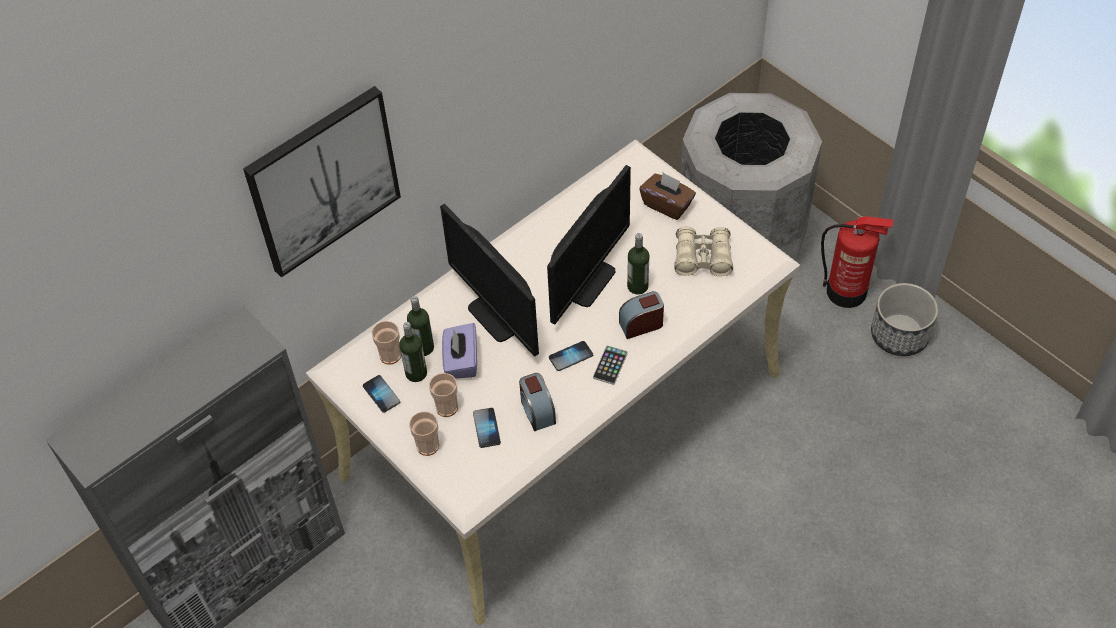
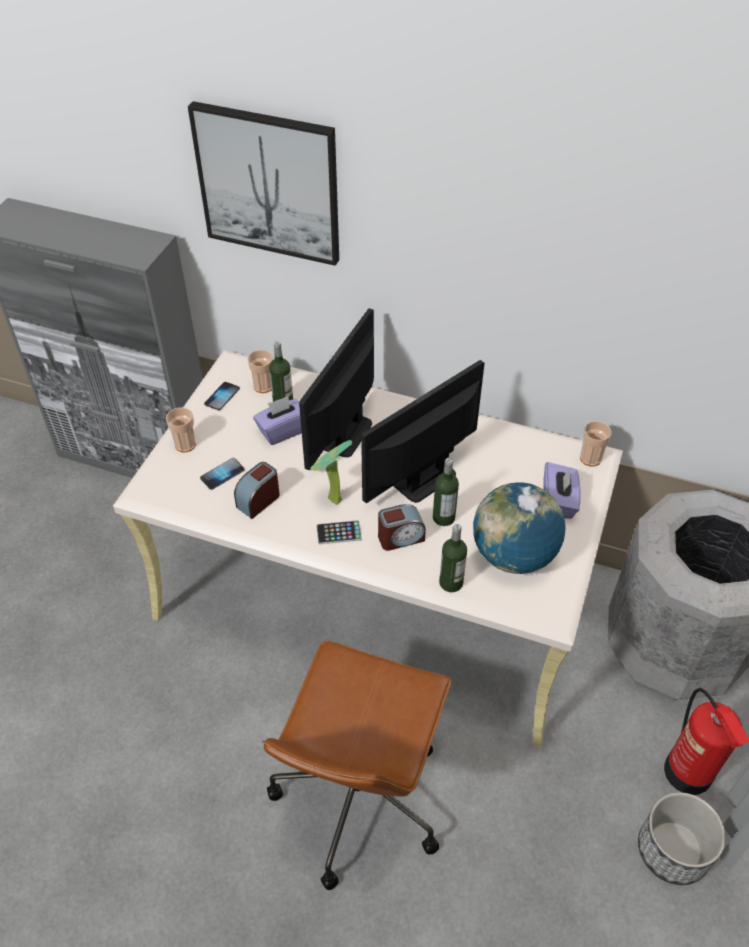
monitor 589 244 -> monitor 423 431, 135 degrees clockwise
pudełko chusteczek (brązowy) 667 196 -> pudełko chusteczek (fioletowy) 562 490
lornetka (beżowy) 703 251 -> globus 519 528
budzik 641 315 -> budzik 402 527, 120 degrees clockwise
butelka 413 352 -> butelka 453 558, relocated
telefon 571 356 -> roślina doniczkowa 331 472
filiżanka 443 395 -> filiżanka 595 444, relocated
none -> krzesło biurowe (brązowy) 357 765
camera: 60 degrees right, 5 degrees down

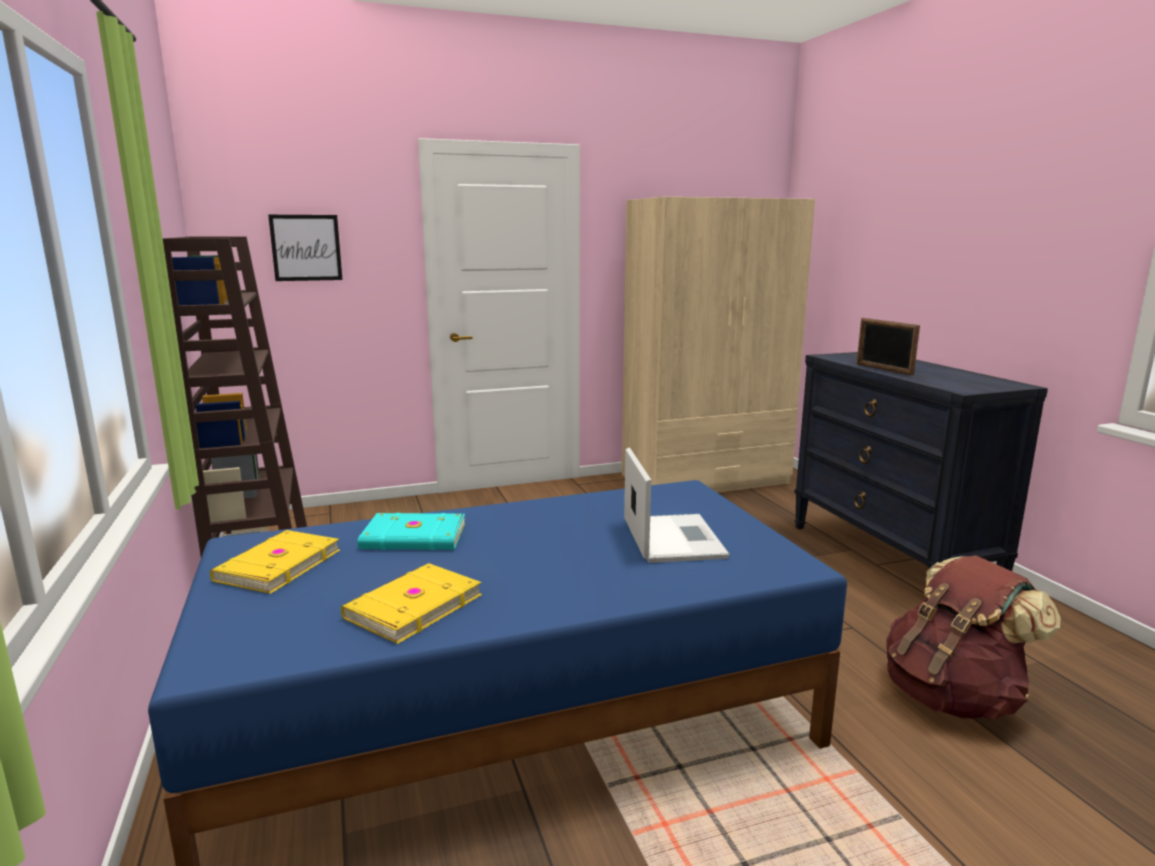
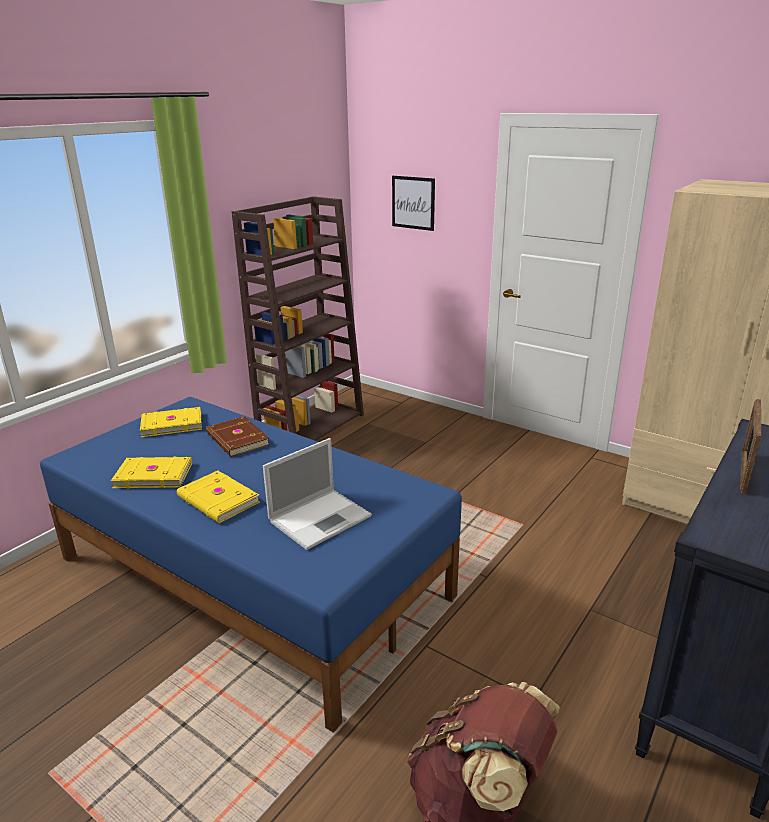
książka (turkusowy) 411 531 -> książka (brązowy) 238 436
none -> książka (żółty) 218 497
camera: 55 degrees right, 10 degrees up

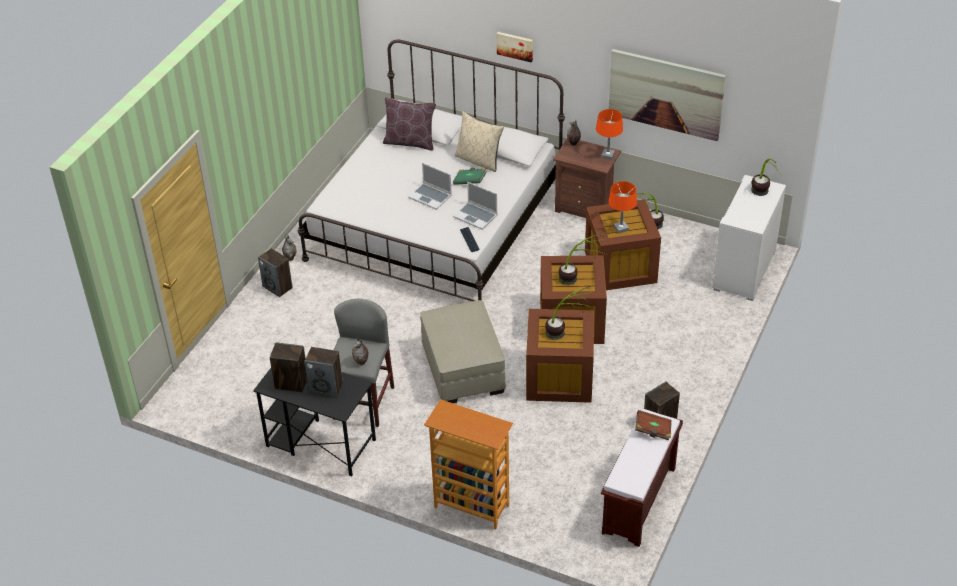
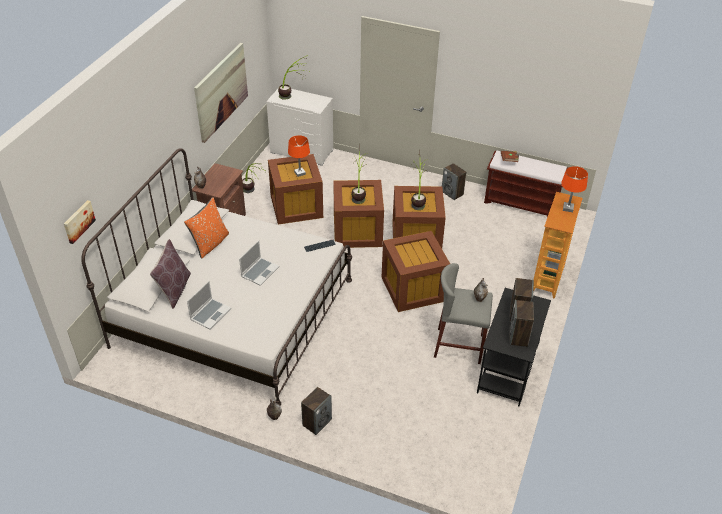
obraz 514 47 -> obraz 80 222, relocated
lampa stołowa (pomarańczowy) 609 134 -> lampa stołowa (pomarańczowy) 574 189, relocated
poduszka (beżowy) 479 141 -> poduszka (pomarańczowy) 206 227
książka (zielony) 470 176 -> none
laptop 475 206 -> laptop 209 305, relocated
pufa (beżowy) 463 351 -> pojemnik do przechowywania (brązowy) 416 271
camera: 95 degrees left, 0 degrees up

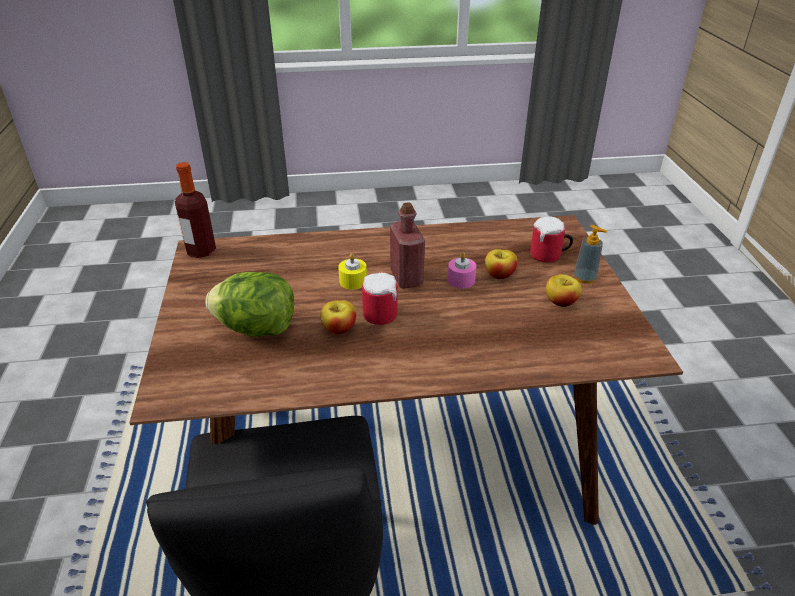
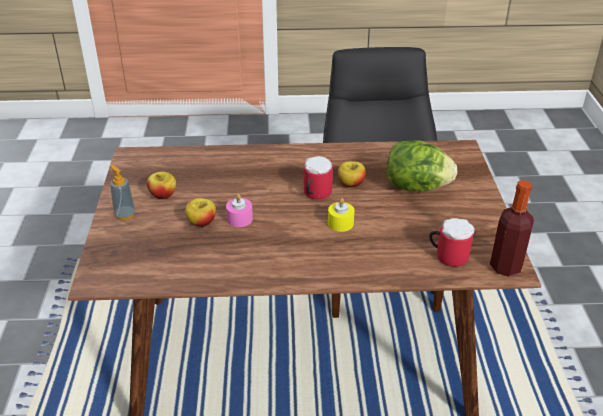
butelka (czerwony) 407 245 -> none
kubek 551 240 -> kubek 452 242, relocated
camera: 175 degrees left, 0 degrees up

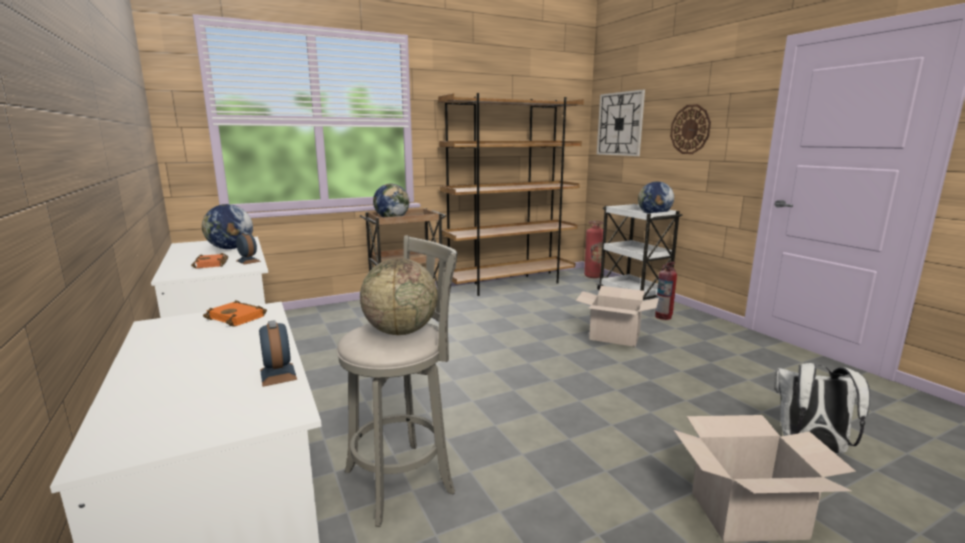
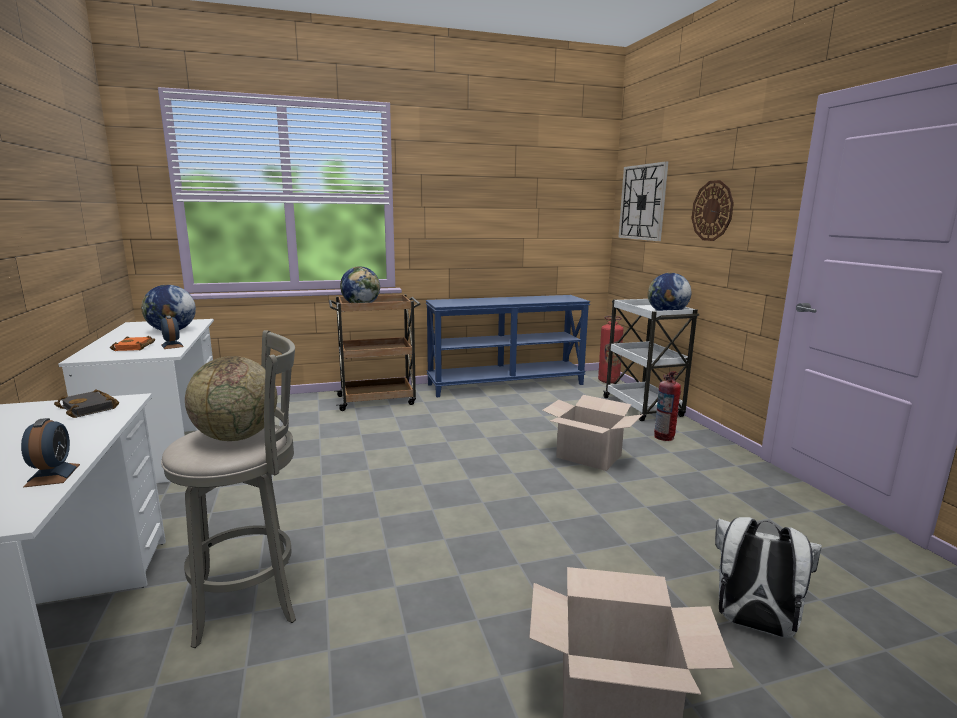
regał (brązowy) 511 194 -> stolik konsolowy (niebieski) 508 346
książka (pomarańczowy) 235 313 -> książka (czarny) 86 403
camera: 10 degrees right, 0 degrees up

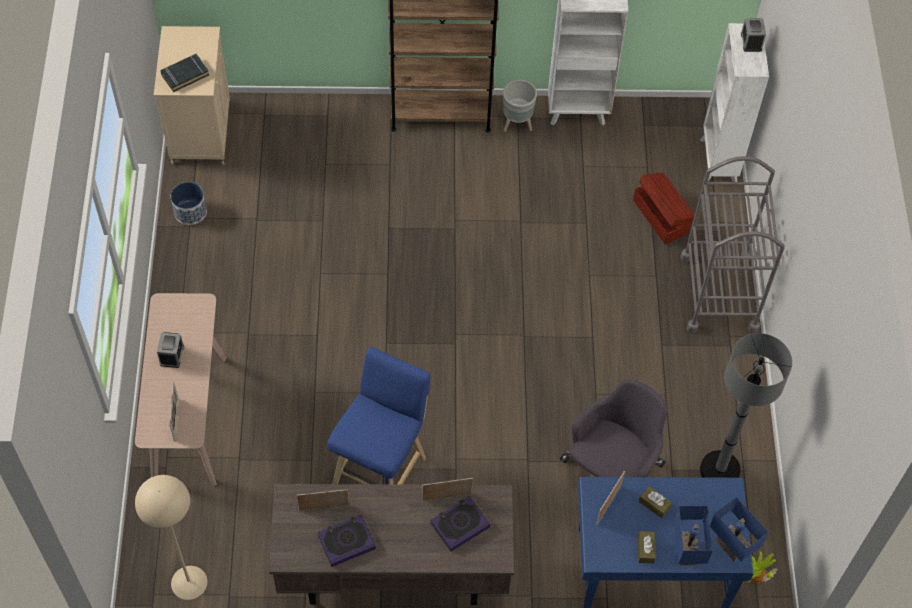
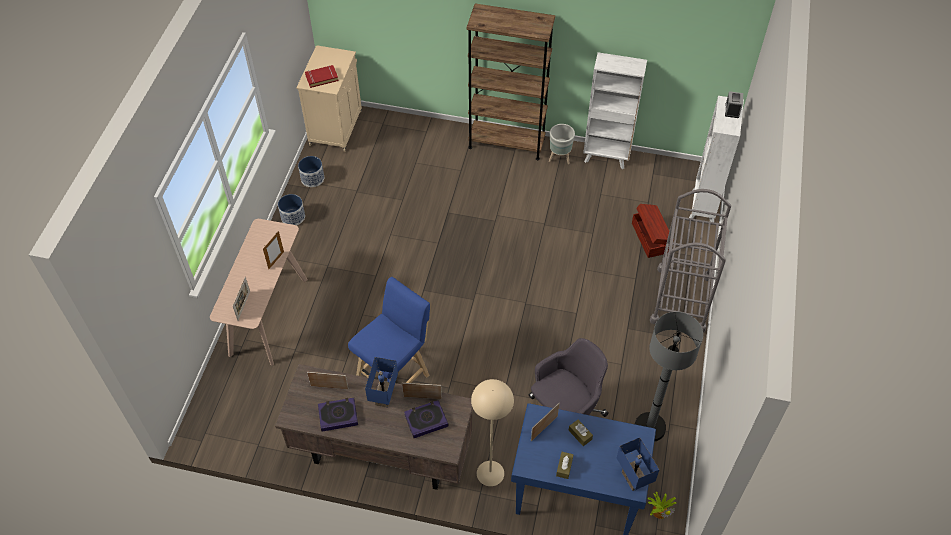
książka (czarny) 184 73 -> książka (czerwony) 322 76
budzik 170 350 -> none
lampa stojąca (beżowy) 171 537 -> lampa stojąca (beżowy) 492 432, relocated
lampa stołowa (niebieski) 693 535 -> lampa stołowa (niebieski) 381 382, relocated
none -> donica 291 210
none -> ramka na zdjęcie 273 250
camera: 15 degrees right, 5 degrees down

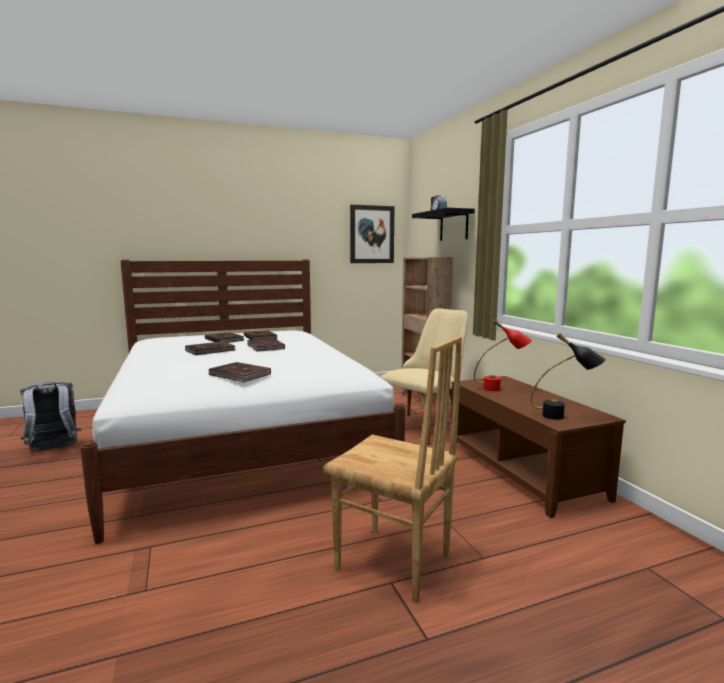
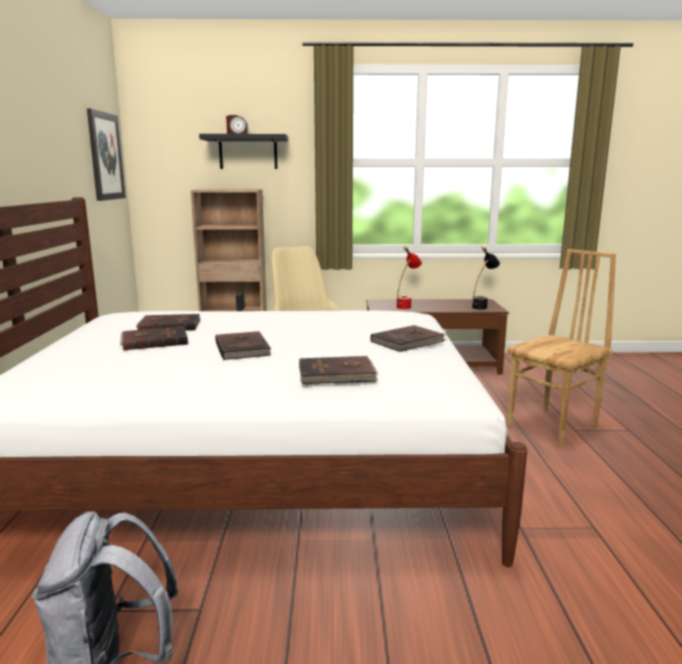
książka (brązowy) 266 345 -> książka (brązowy) 338 370, relocated
camera: 70 degrees left, 5 degrees up

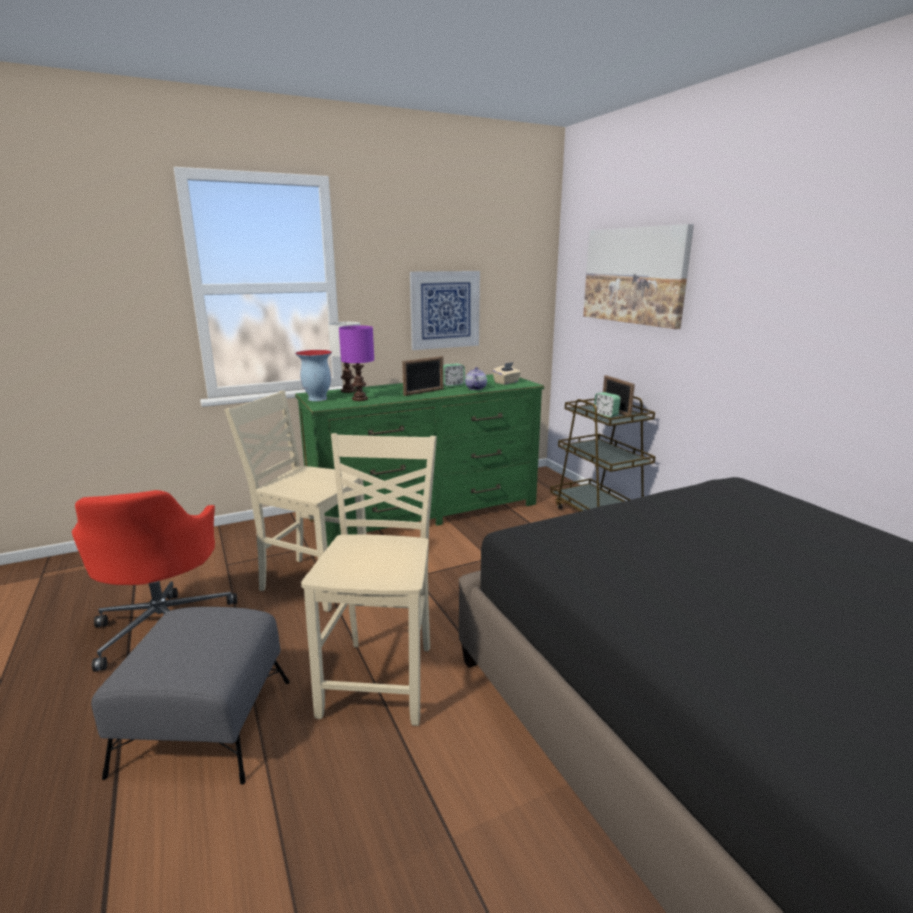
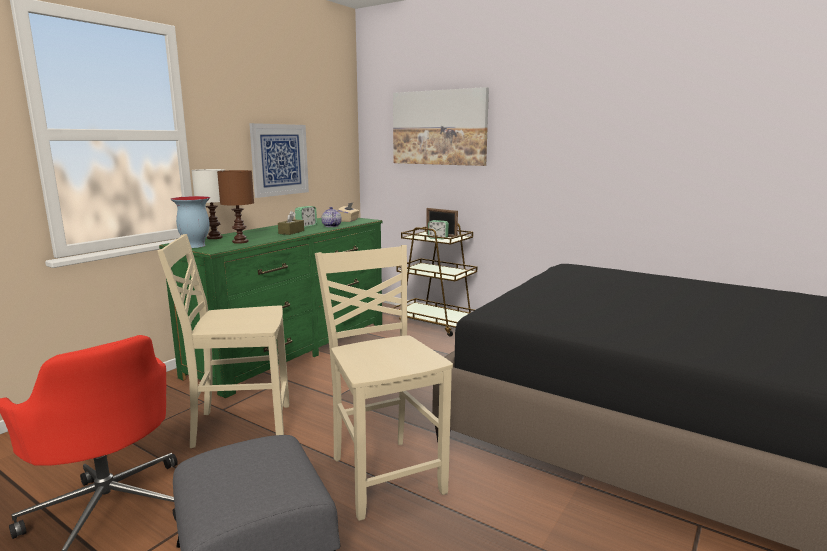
lampa stołowa (fioletowy) 356 363 -> lampa stołowa (brązowy) 235 207
ramka na zdjęcie 422 376 -> pudełko chusteczek (brązowy) 291 223
camera: 30 degrees left, 5 degrees down

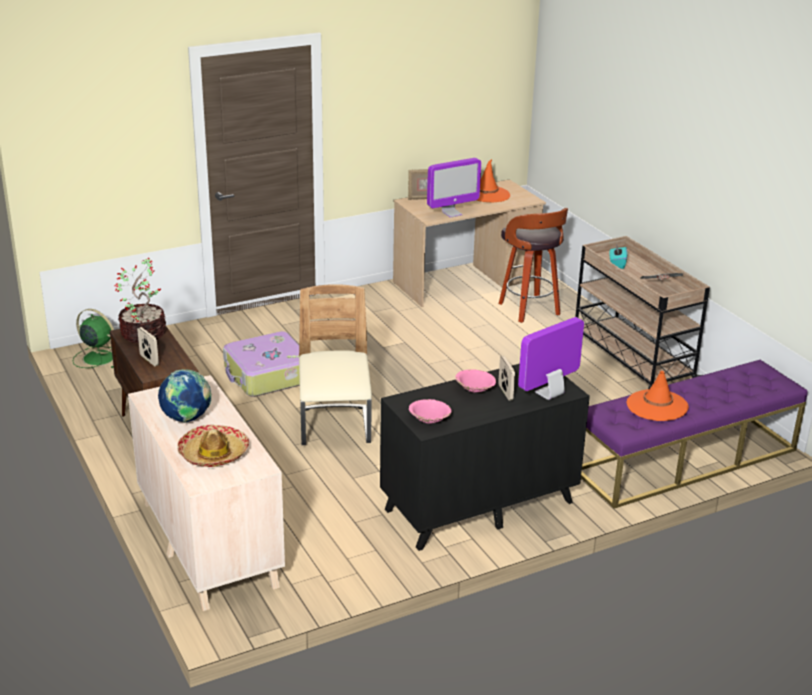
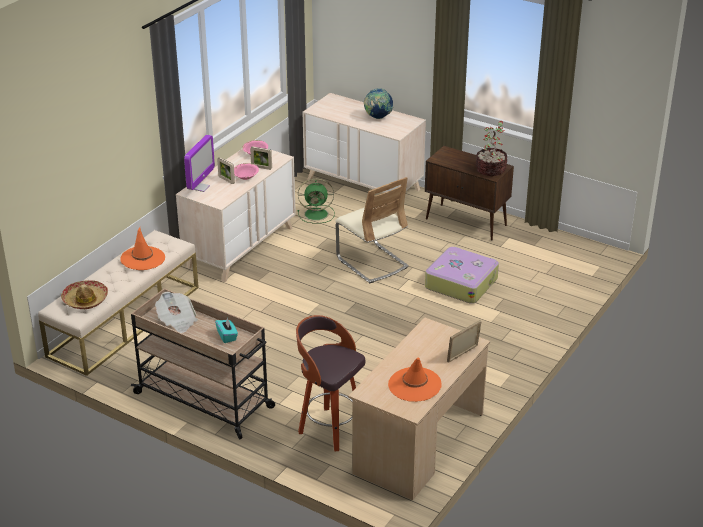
monitor 454 188 -> none
wentylator (zielony) 93 338 -> wentylator (zielony) 316 200, relocated
ramka na zdjęcie 148 346 -> ramka na zdjęcie 261 158, relocated
ławka (fioletowy) 694 434 -> ławka (beżowy) 118 303
komoda (czarny) 485 457 -> komoda (beżowy) 236 215
kapelusz 213 446 -> kapelusz 84 295, relocated
camera: 150 degrees right, 5 degrees up

